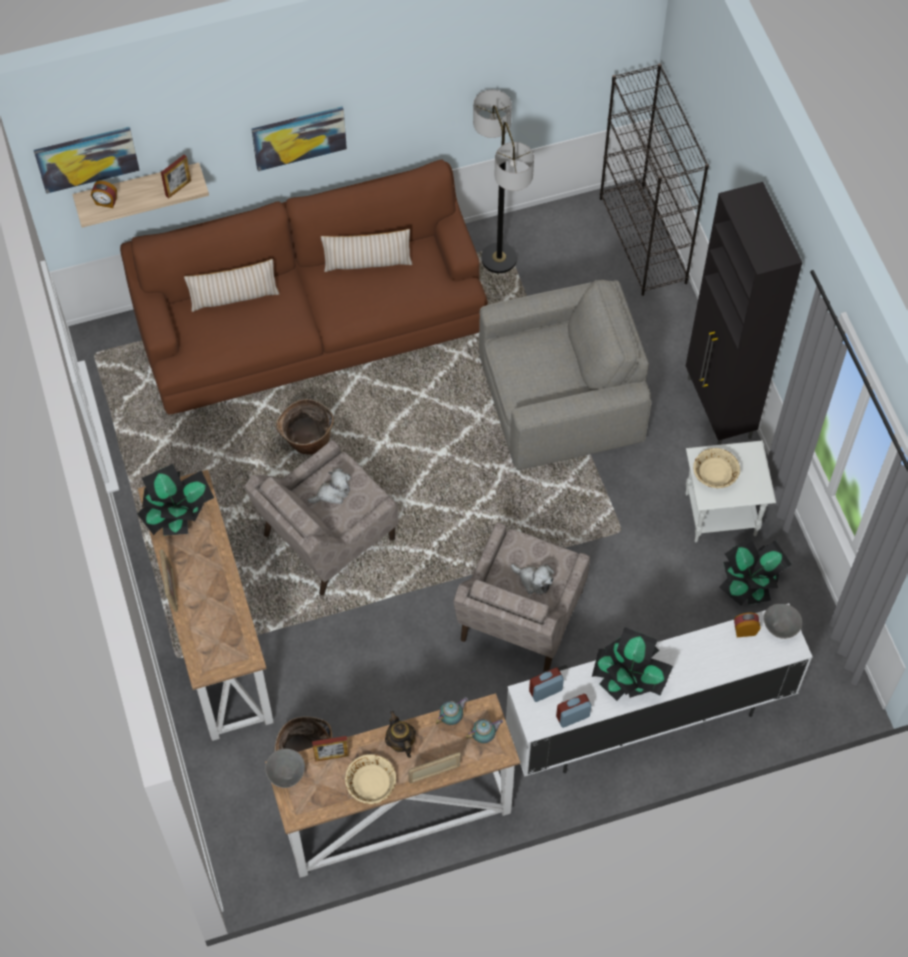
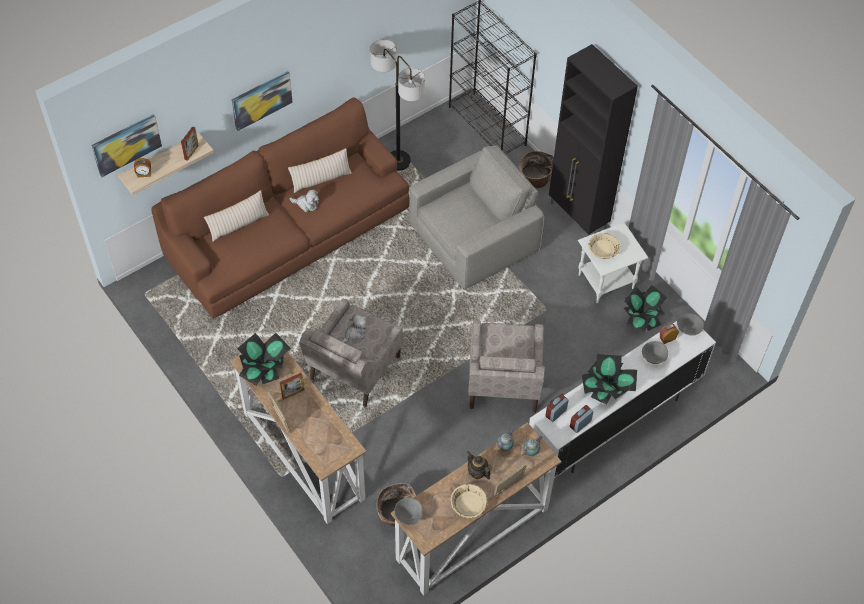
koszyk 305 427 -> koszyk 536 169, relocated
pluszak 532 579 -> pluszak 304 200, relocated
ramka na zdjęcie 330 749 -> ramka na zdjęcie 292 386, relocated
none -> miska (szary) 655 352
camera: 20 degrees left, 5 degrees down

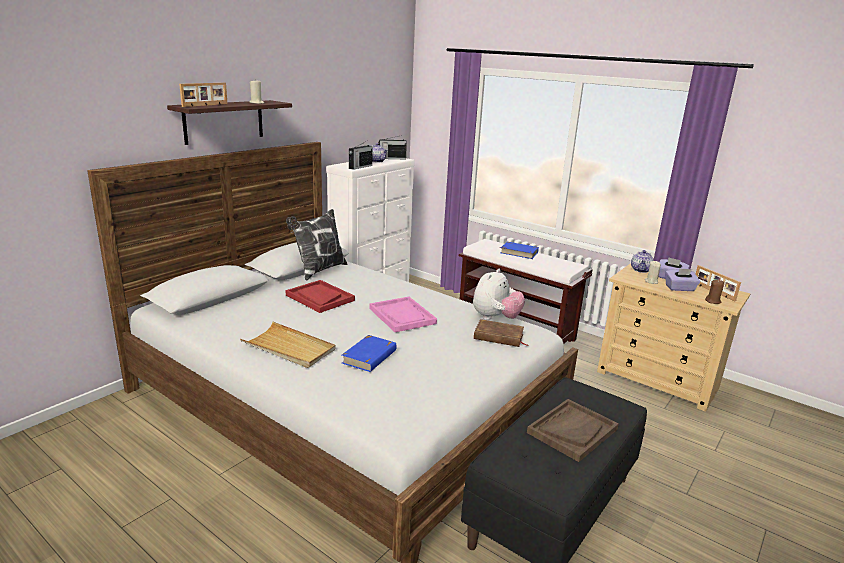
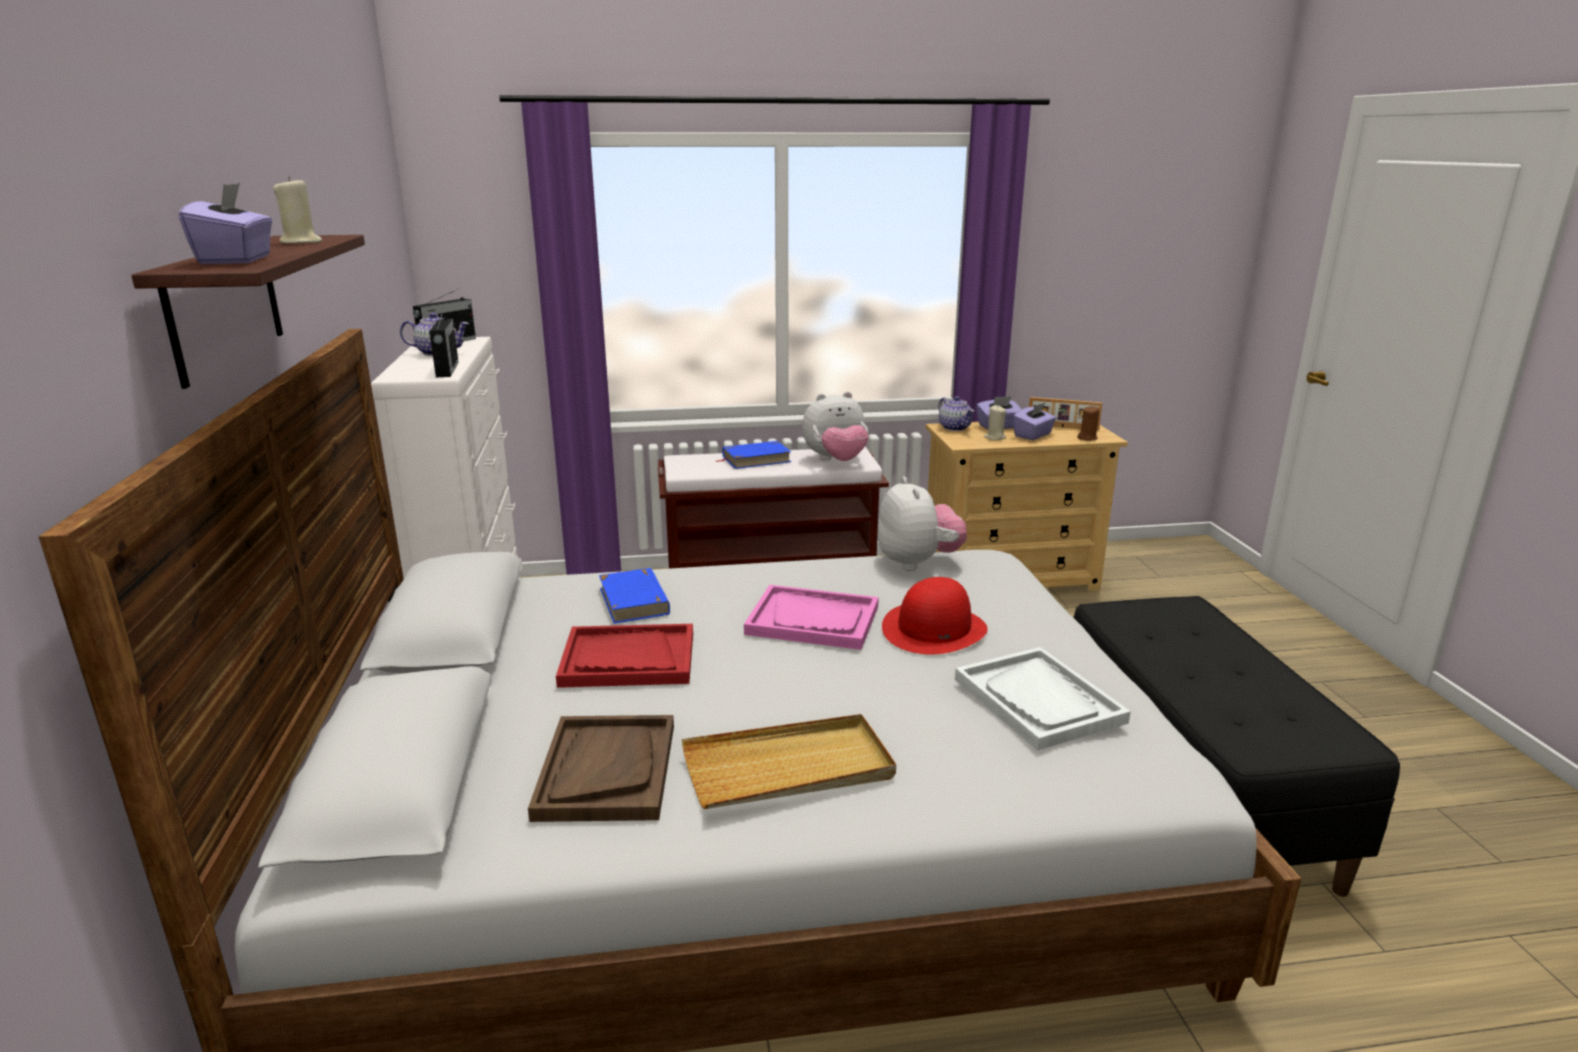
ramka na zdjęcie 203 95 -> pudełko chusteczek (fioletowy) 225 223
poduszka 316 245 -> none
książka (brązowy) 501 333 -> none
książka (niebieski) 369 353 -> książka (niebieski) 634 595, relocated
taca (brązowy) 573 430 -> taca (brązowy) 601 768, relocated
none -> pluszak 835 426
none -> kapelusz (czerwony) 935 616
none -> taca (biały) 1043 699
camera: 45 degrees left, 0 degrees up

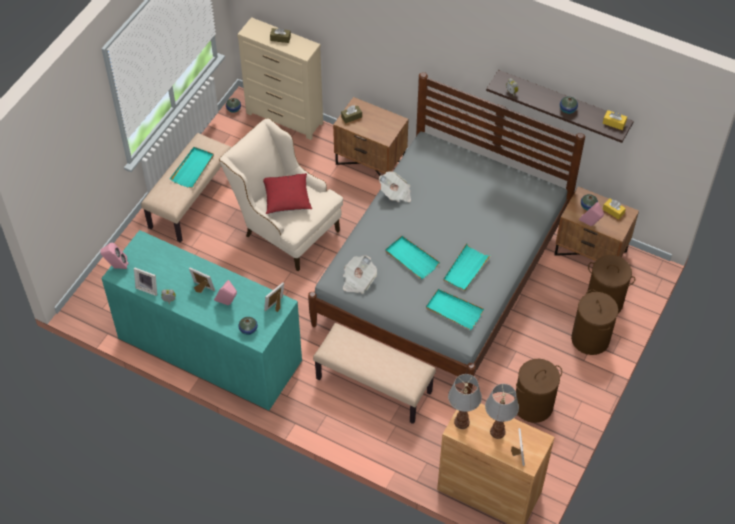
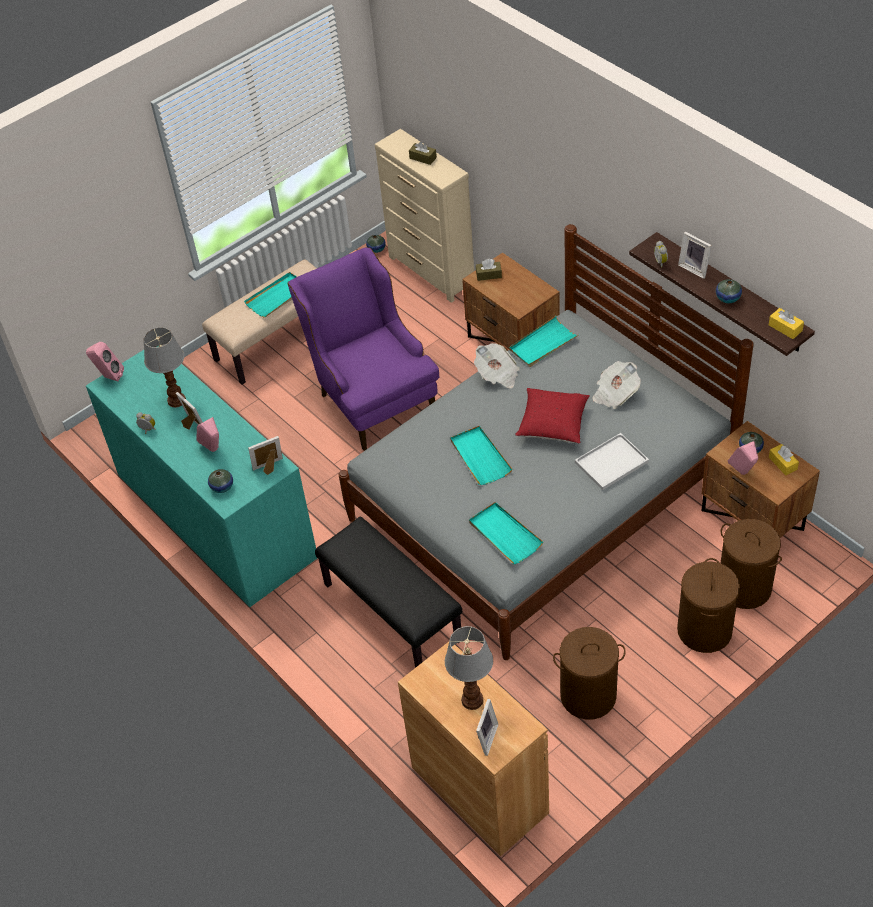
fotel (beżowy) 281 194 -> fotel (fioletowy) 363 349
poduszka (czerwony) 287 193 -> poduszka (czerwony) 552 416, relocated
taca (turkusowy) 467 267 -> taca (turkusowy) 544 341, relocated
gazeta 360 274 -> gazeta 616 385, relocated
ramka na zdjęcie 145 281 -> ramka na zdjęcie 695 255, relocated
ławka (beżowy) 374 373 -> ławka (czarny) 388 592
lampa stołowa 465 401 -> lampa stołowa 165 367, relocated
none -> taca (biały) 612 461
camera: 25 degrees right, 5 degrees down

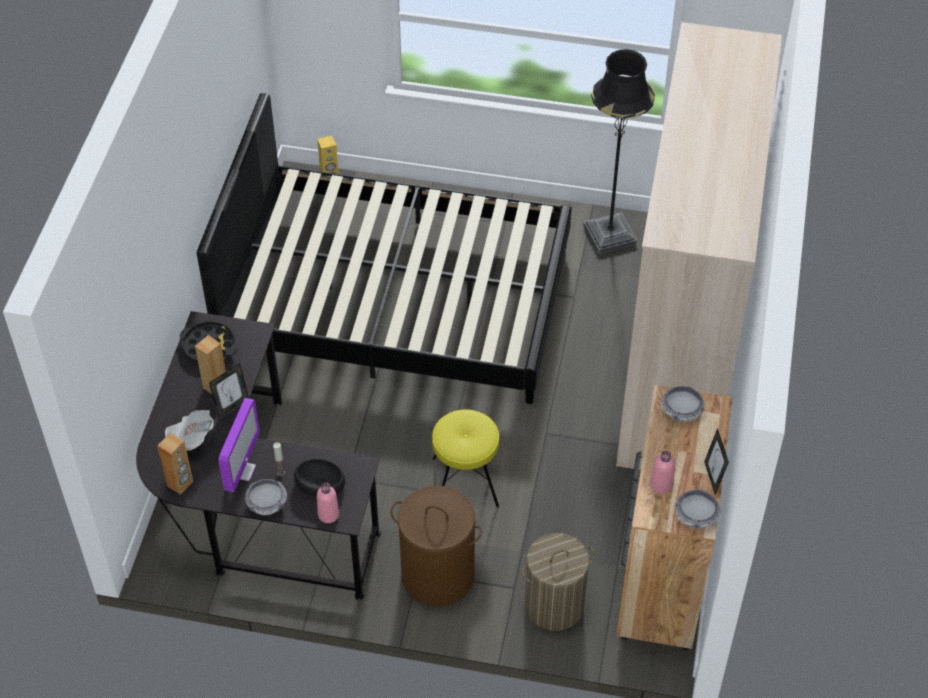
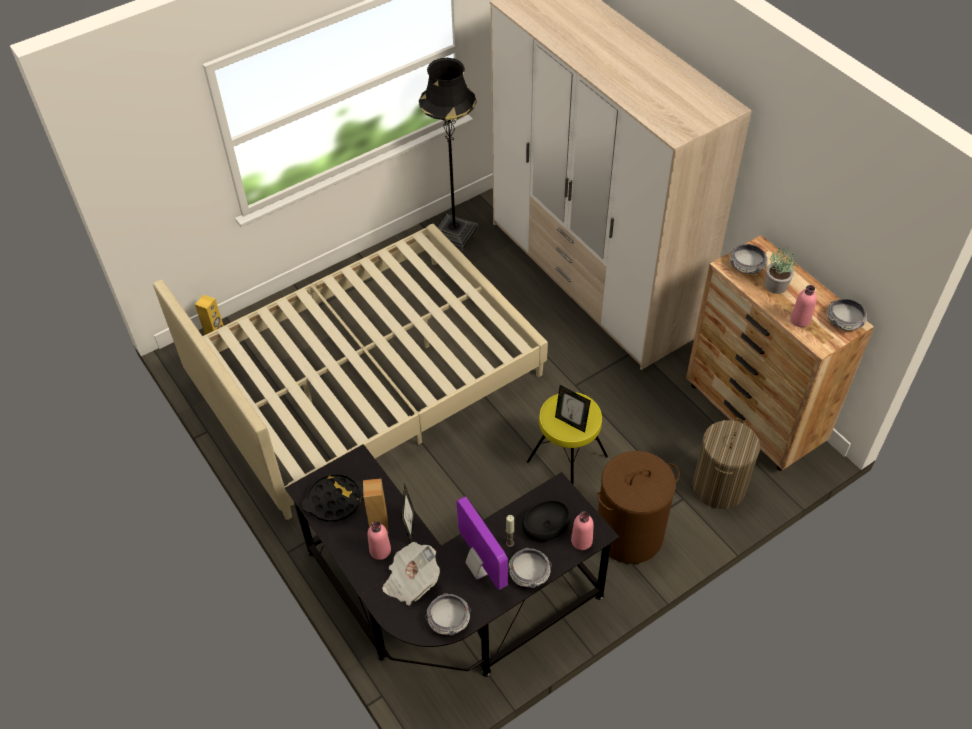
łóżko (czarny) 384 248 -> łóżko (beżowy) 350 372
ramka na zdjęcie 716 461 -> ramka na zdjęcie 573 409, relocated
głośnik (brązowy) 175 464 -> miska 448 614
none -> roślina doniczkowa 781 270
none -> butelka (różowy) 379 540
camera: 45 degrees left, 0 degrees up

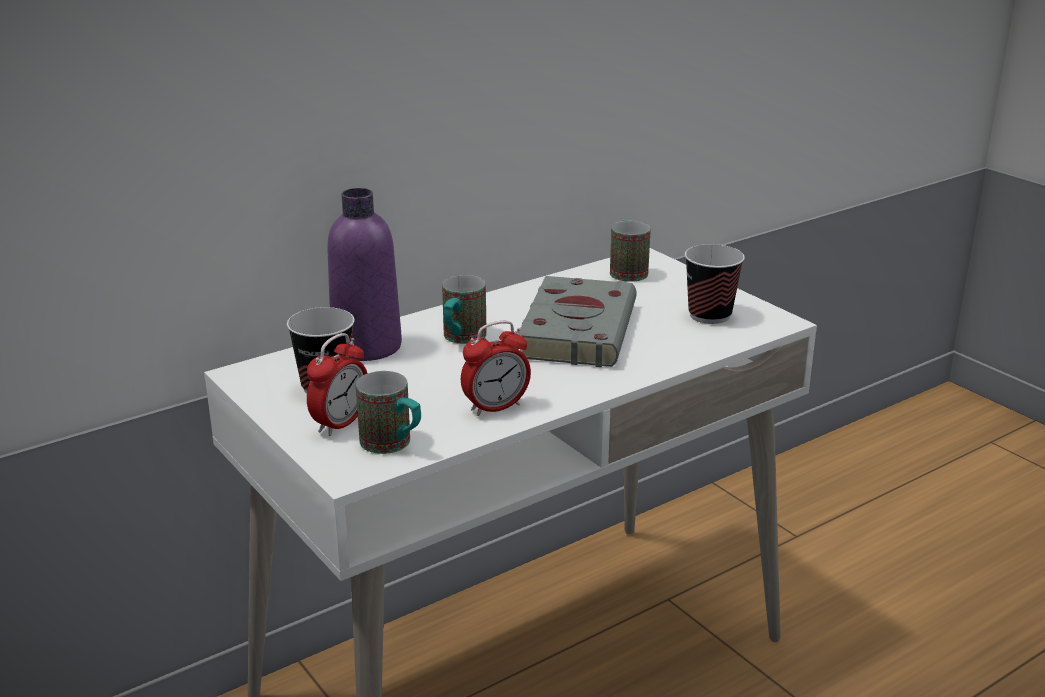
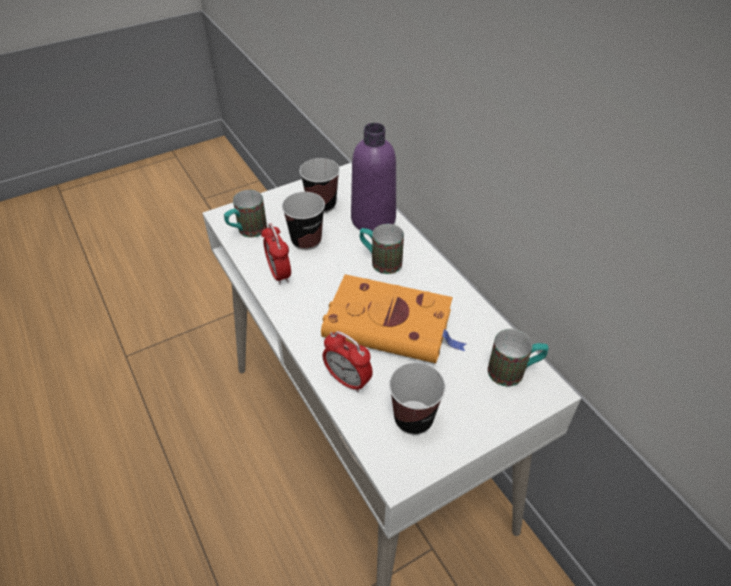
książka (szary) 578 321 -> książka (pomarańczowy) 393 319
budzik 337 384 -> budzik 348 362, relocated
none -> filiżanka 303 221
camera: 95 degrees right, 20 degrees up

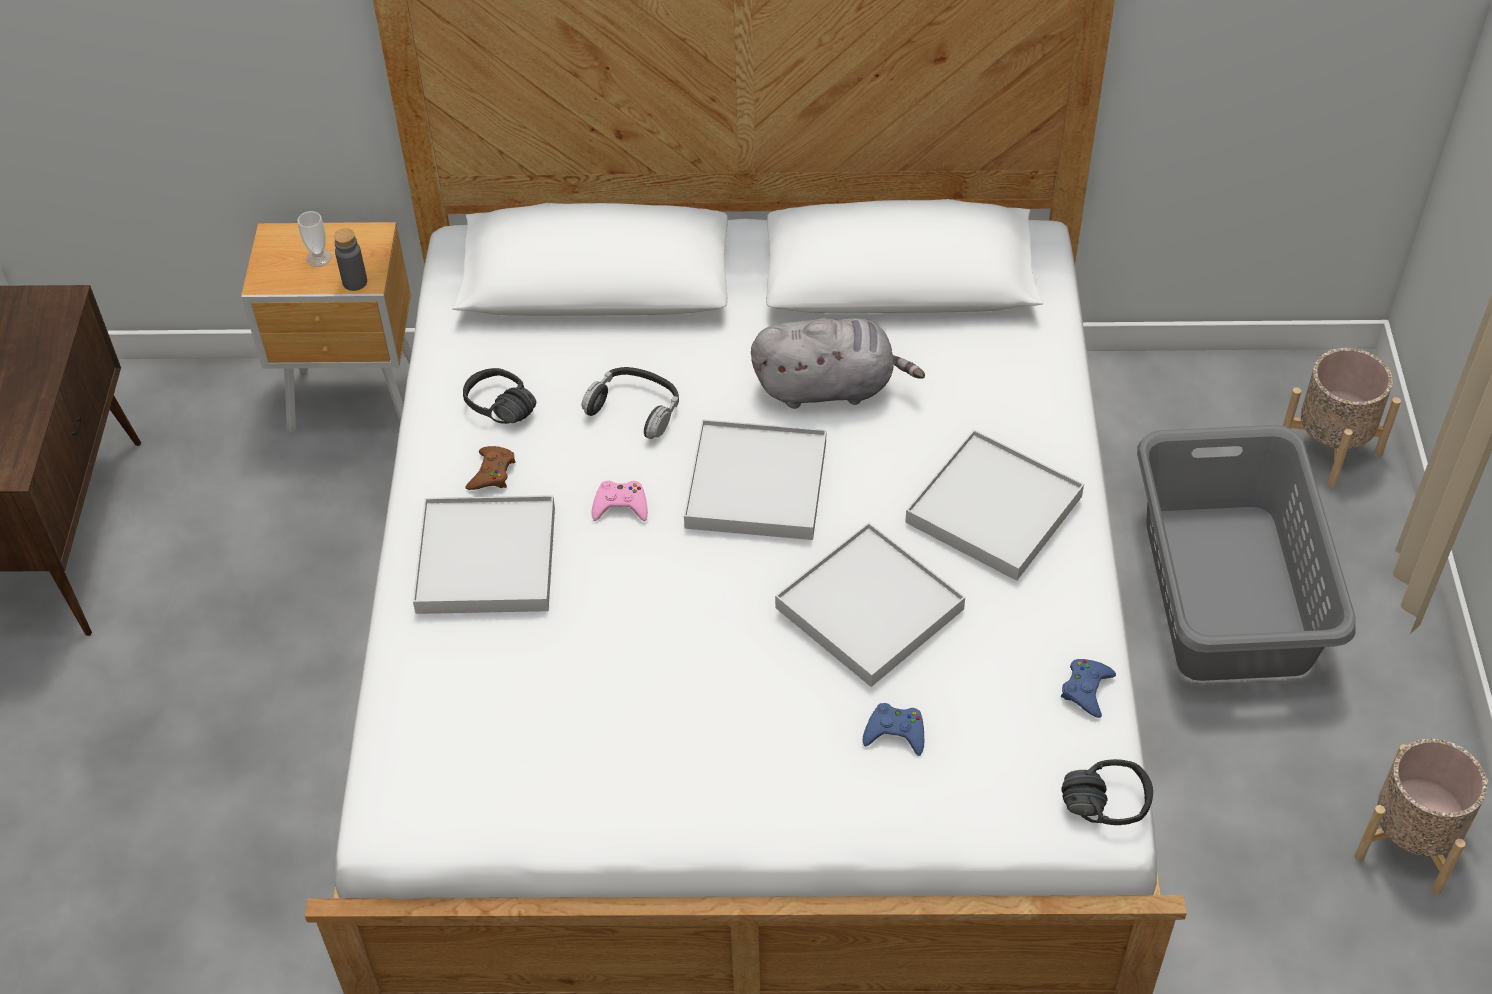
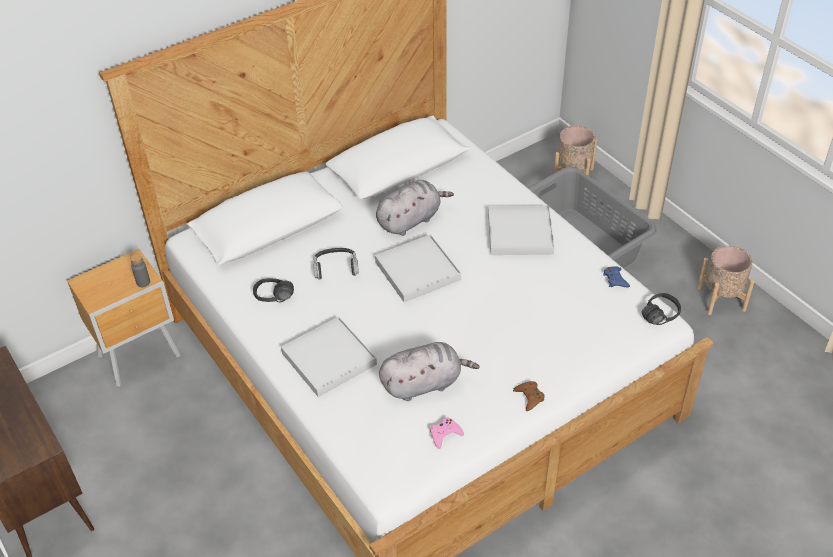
filiżanka 314 239 -> none
pad do gier (brązowy) 490 468 -> pad do gier (brązowy) 529 396, relocated
pad do gier (różowy) 619 501 -> pad do gier (różowy) 447 433, relocated
taca (biały) 870 604 -> none
pad do gier (niebieski) 893 729 -> none
none -> pluszak (szary) 429 371
camera: 35 degrees left, 5 degrees down

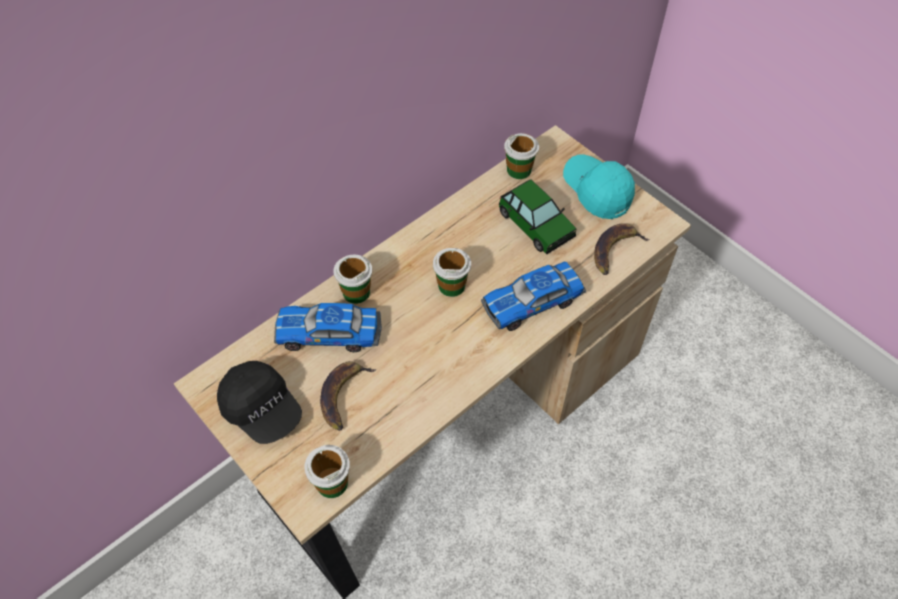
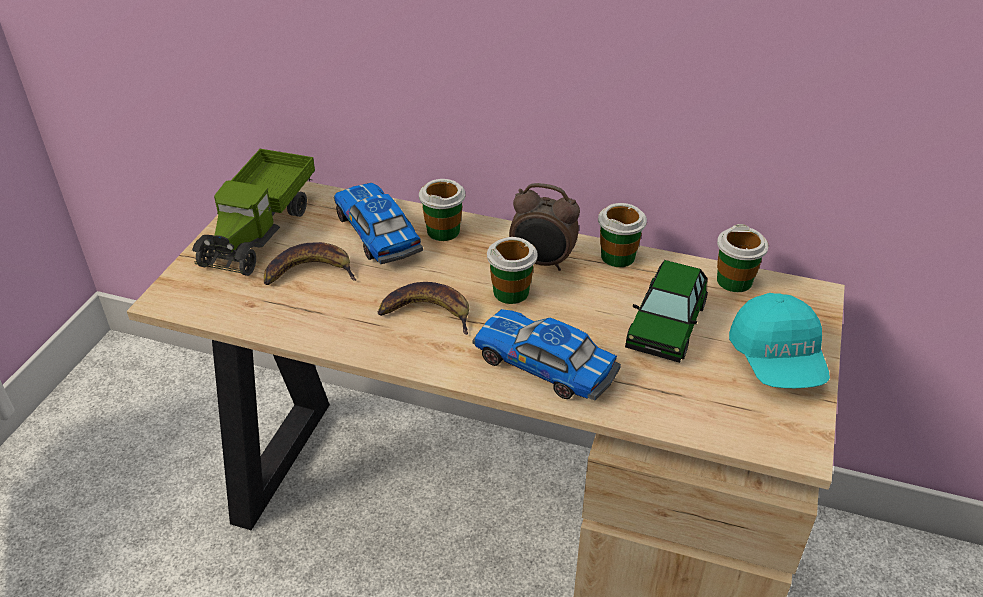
czapka z daszkiem (turkusowy) 599 186 -> czapka z daszkiem (turkusowy) 779 340, 150 degrees clockwise
banan 622 249 -> banan 423 308, relocated
czapka z daszkiem (czarny) 259 402 -> ciężarówka zabawkowa 253 212
filiżanka 327 471 -> filiżanka 622 235, relocated
none -> budzik 544 227
camera: 60 degrees right, 15 degrees down

